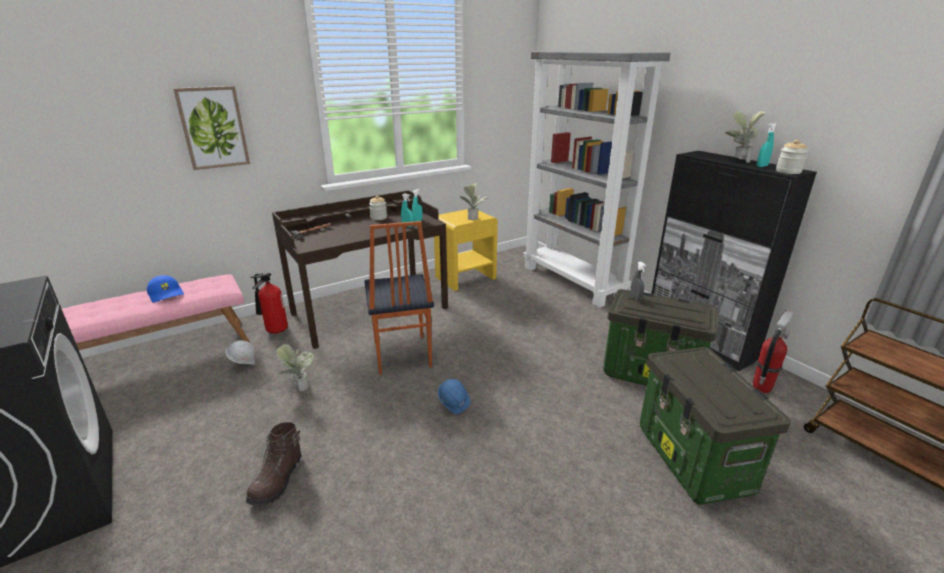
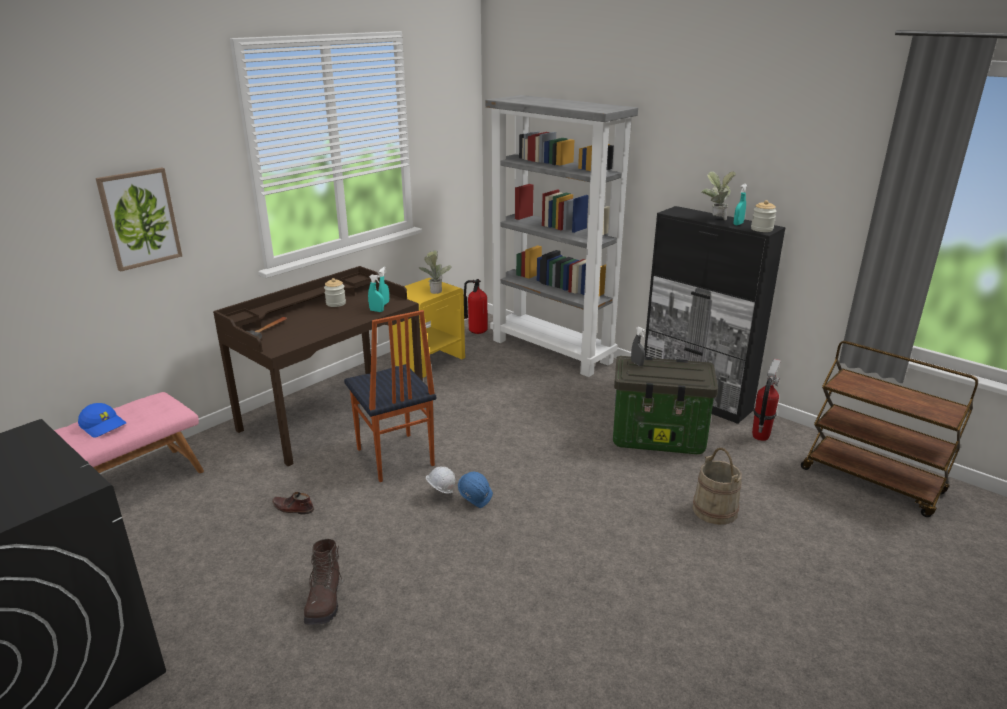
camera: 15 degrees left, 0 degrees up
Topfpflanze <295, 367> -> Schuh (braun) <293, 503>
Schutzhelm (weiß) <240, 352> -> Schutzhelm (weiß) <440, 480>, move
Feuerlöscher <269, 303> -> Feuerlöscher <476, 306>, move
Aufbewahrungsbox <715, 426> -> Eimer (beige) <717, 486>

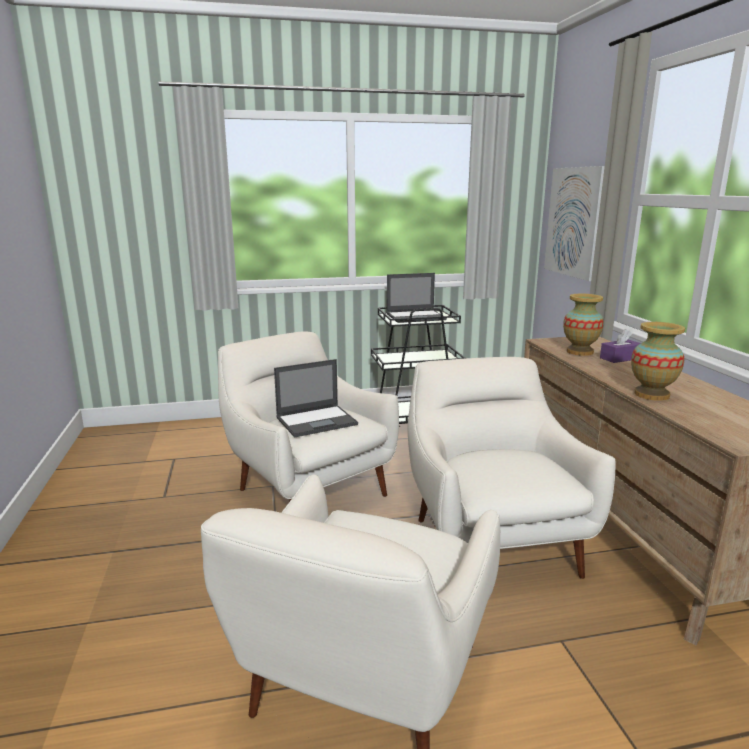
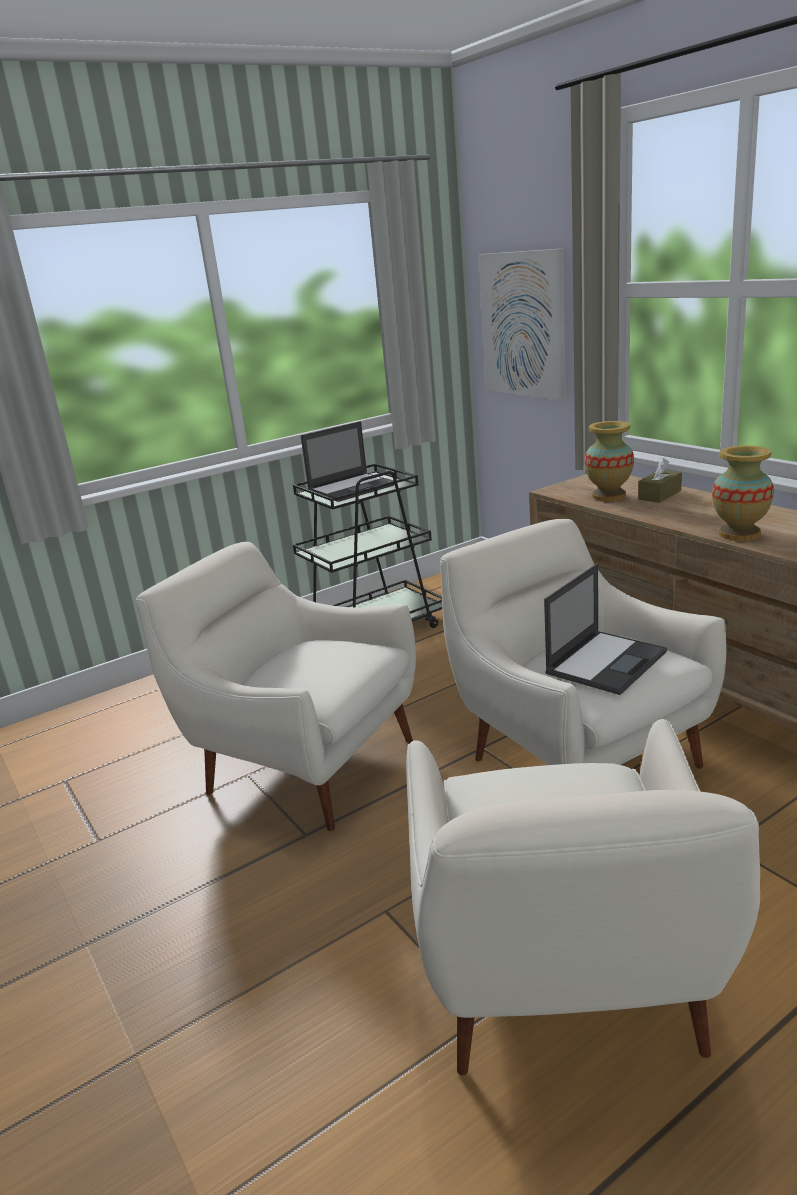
camera: 20 degrees left, 5 degrees up
Laptop <316, 398> -> Laptop <605, 629>, move
Taschentuchbox (lila) <620, 346> -> Taschentuchbox (braun) <660, 480>

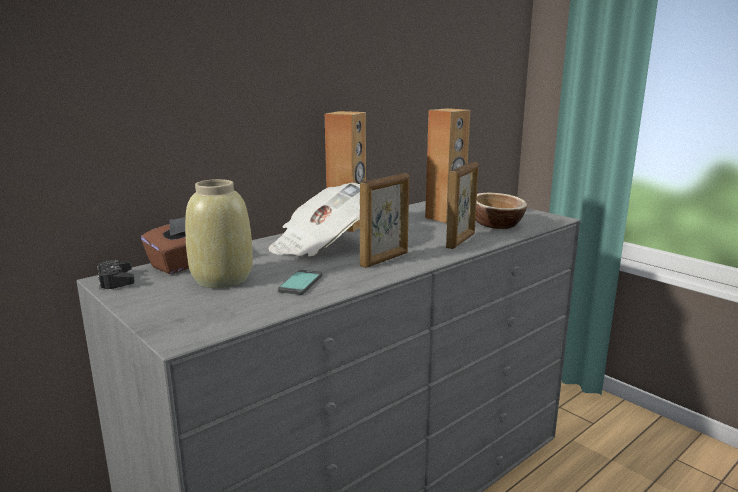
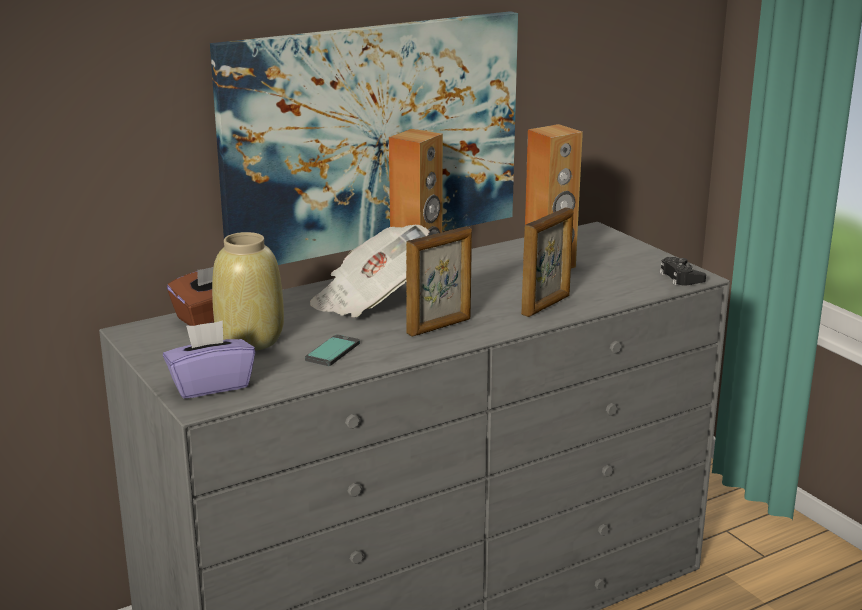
camera: 10 degrees right, 5 degrees up
none -> Taschentuchbox (lila) <209, 359>
none -> Bild <364, 138>
Gamepad (schwarz) <116, 274> -> Gamepad (schwarz) <683, 271>, move
Schüssel <501, 211> -> none

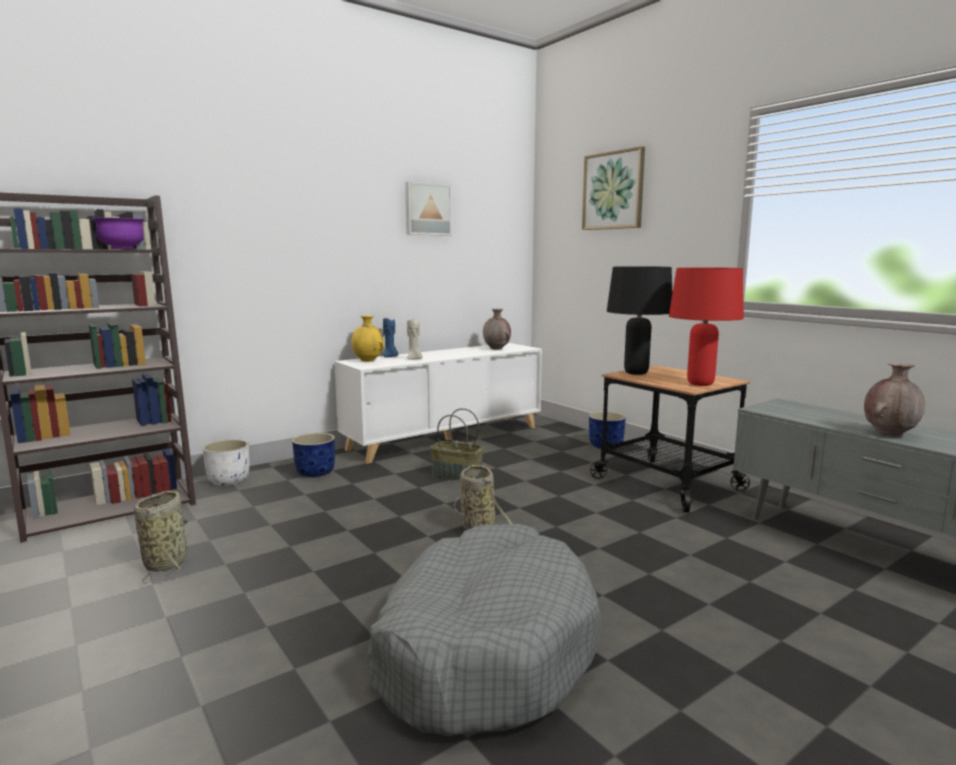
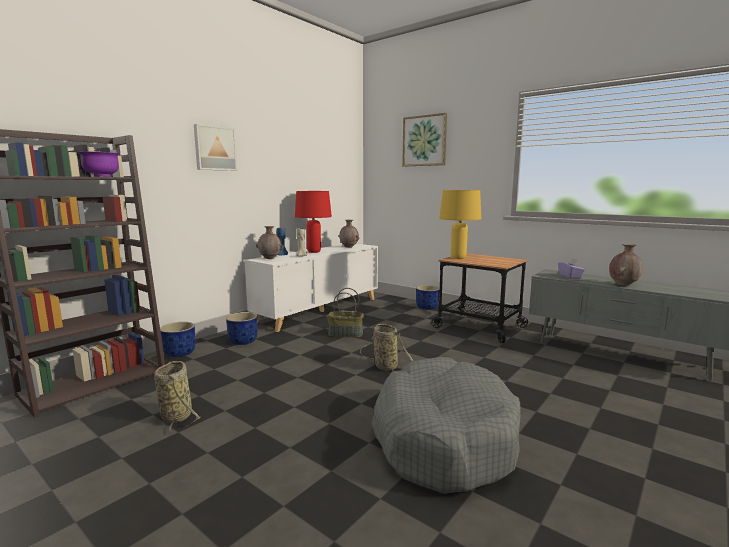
camera: 15 degrees left, 0 degrees up
Pflanzkübel (weiß) <226, 462> -> Pflanzkübel (blau) <177, 339>
Bild <428, 209> -> Bild <215, 147>, move
Vase (gelb) <368, 338> -> Vase (braun) <269, 242>
Tischlampe (rot) <706, 326> -> Tischlampe (rot) <313, 222>, move
Tischlampe (schwarz) <639, 320> -> Tischlampe (gelb) <460, 224>
none -> Taschentuchbox (lila) <571, 268>

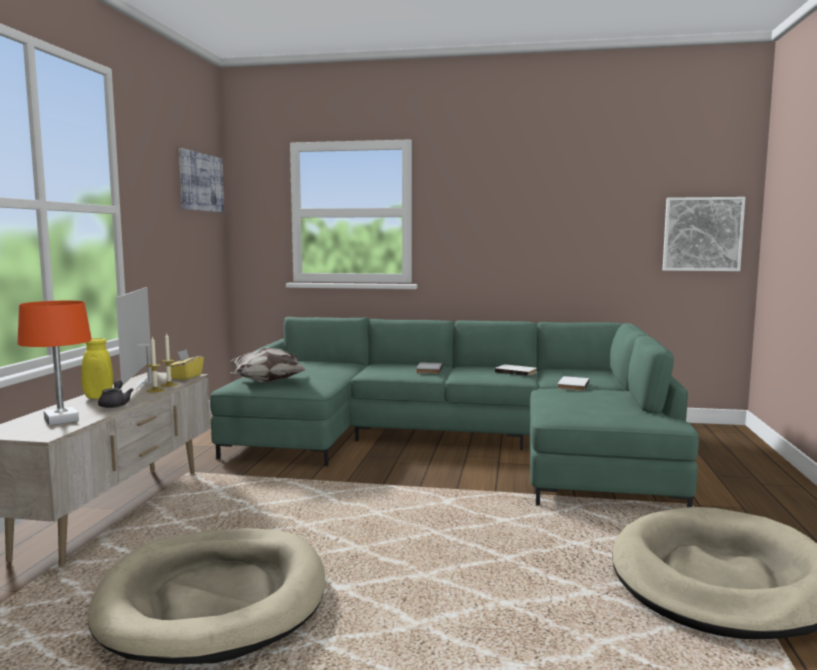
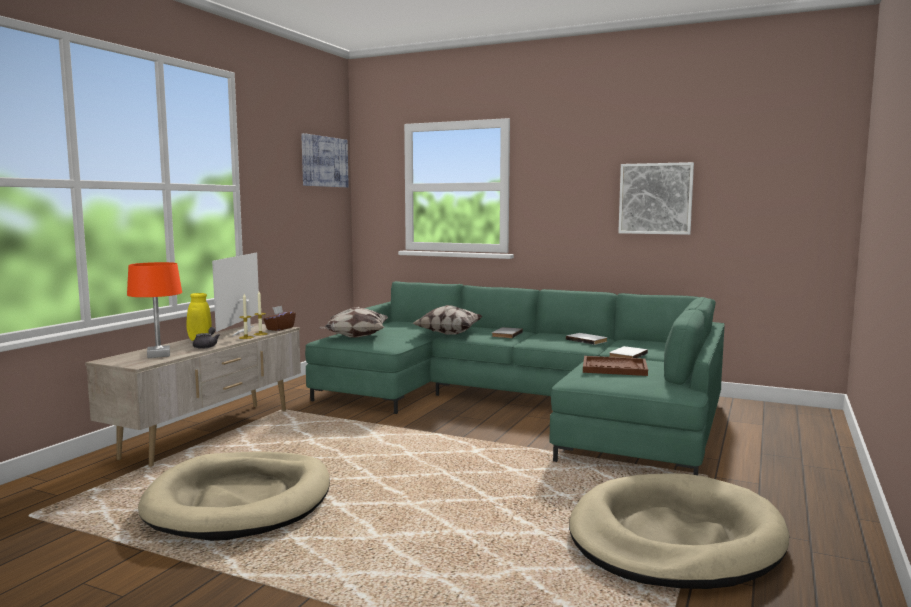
camera: 15 degrees right, 0 degrees up
Taschentuchbox (gelb) <187, 364> -> Taschentuchbox (braun) <279, 318>
none -> Kissen <447, 320>
none -> Tablett (braun) <615, 366>
Bild <704, 234> -> Bild <656, 198>, move

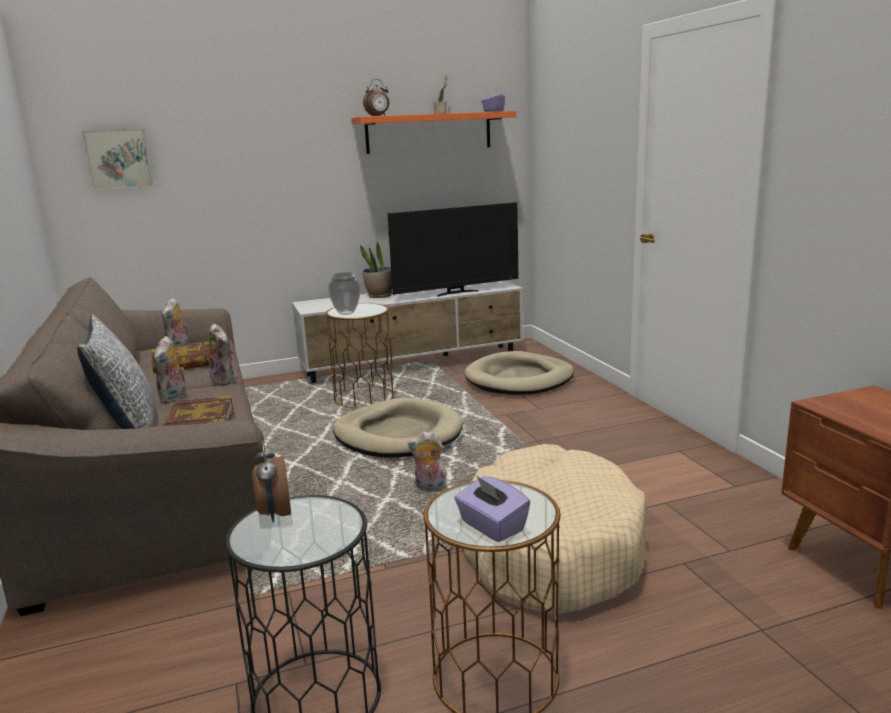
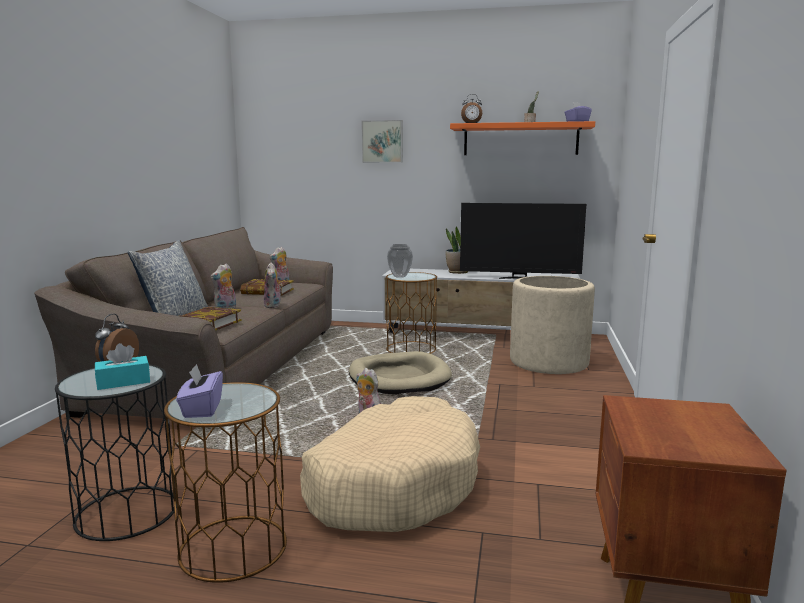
camera: 30 degrees right, 5 degrees down
none -> Taschentuchbox (türkis) <122, 366>
Bild <117, 159> -> Bild <382, 141>, move
Hundebett (beige) <519, 373> -> Pflanzkübel (beige) <552, 325>

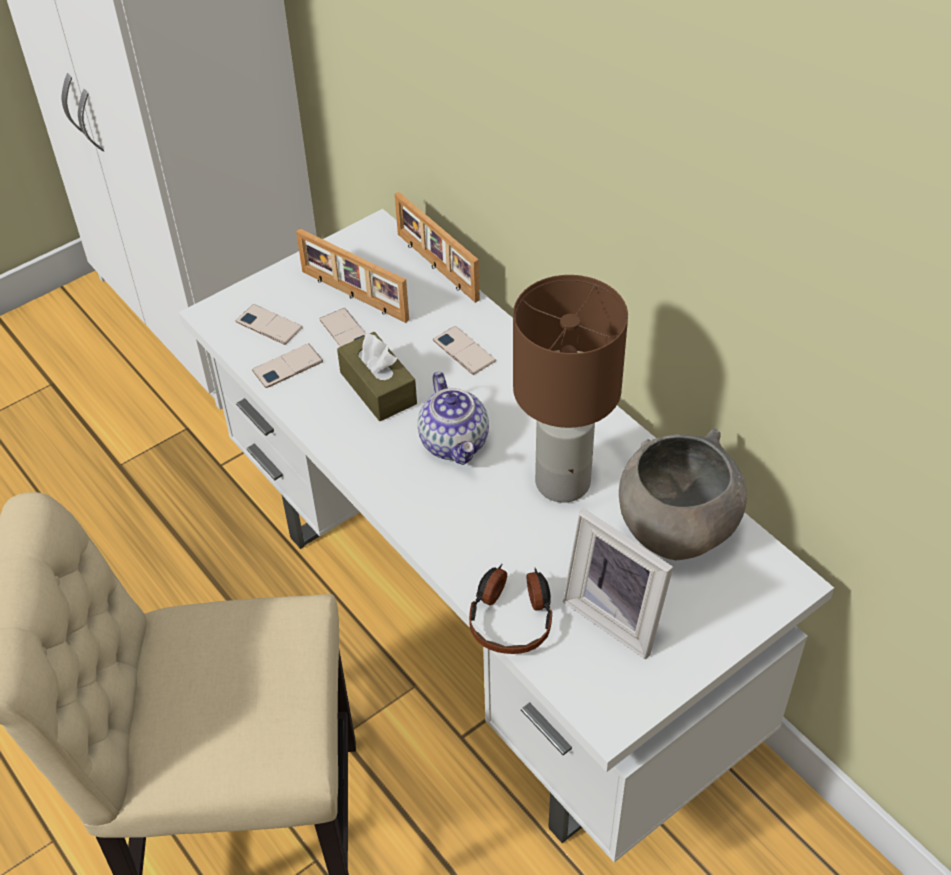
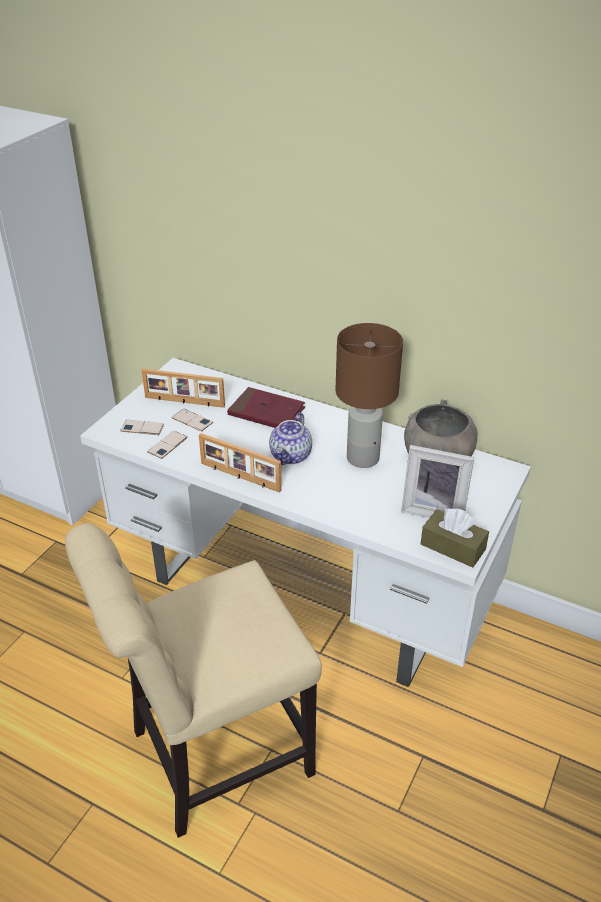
camera: 25 degrees left, 10 degrees down
Bilderrahmen <437, 247> -> Bilderrahmen <240, 463>, move
Handy <464, 350> -> Buch (rot) <266, 407>
Teekanne <453, 418> -> Teekanne <290, 439>, 60 degrees clockwise
Taschentuchbox (braun) <377, 376> -> Taschentuchbox (braun) <455, 538>, move
Kopfhörer <510, 609> -> none

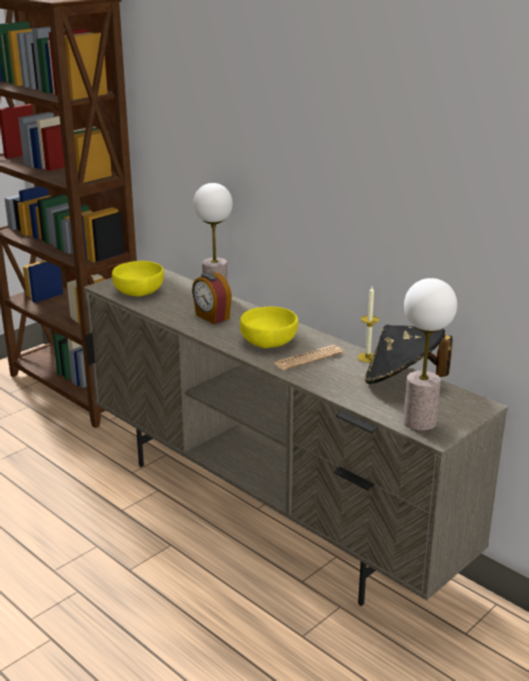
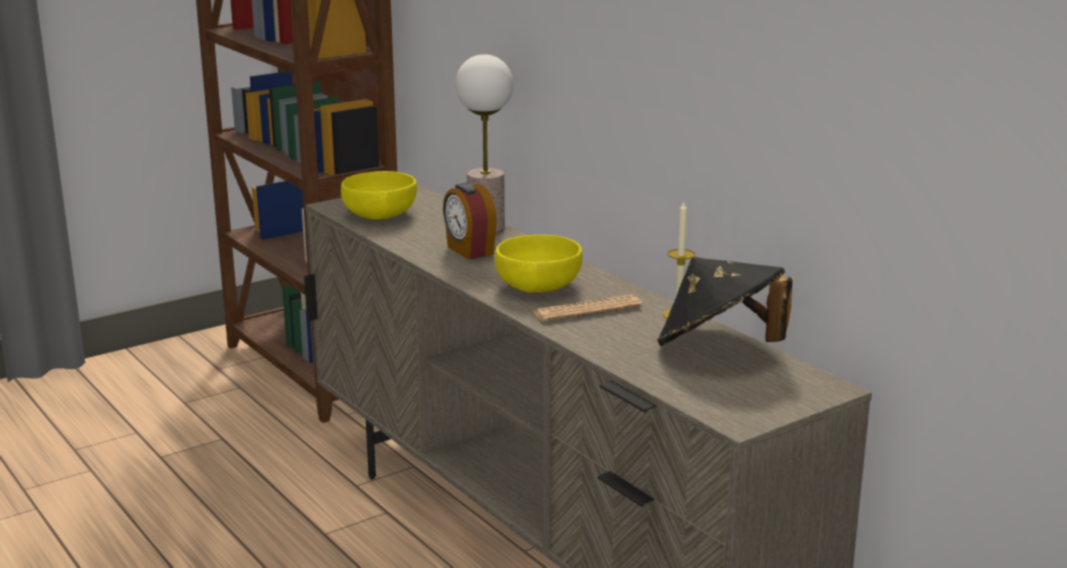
camera: 10 degrees right, 5 degrees down
Tischlampe <430, 354> -> none

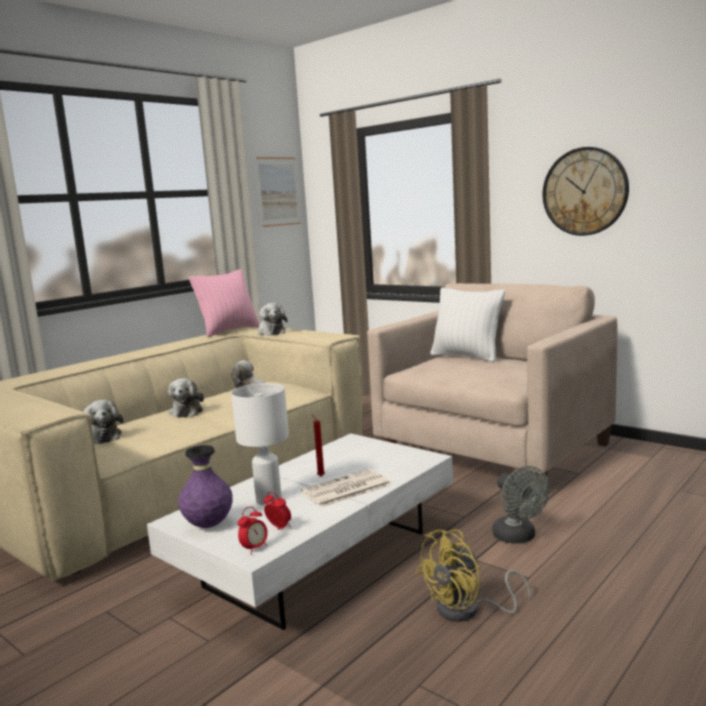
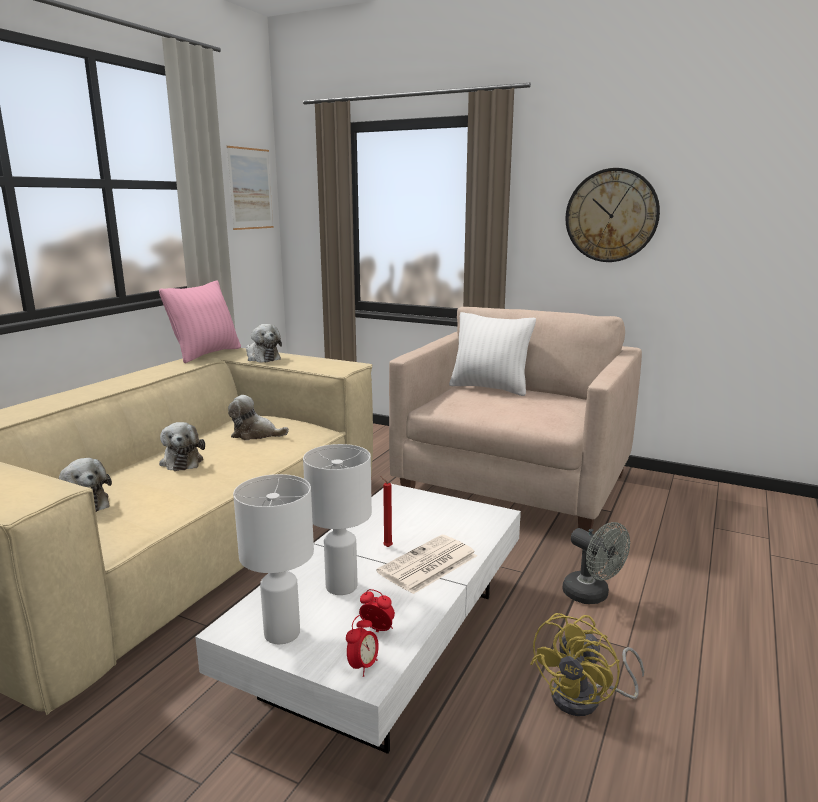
camera: 15 degrees left, 5 degrees up
Vase (lila) <205, 486> -> Tischlampe (weiß) <273, 559>

